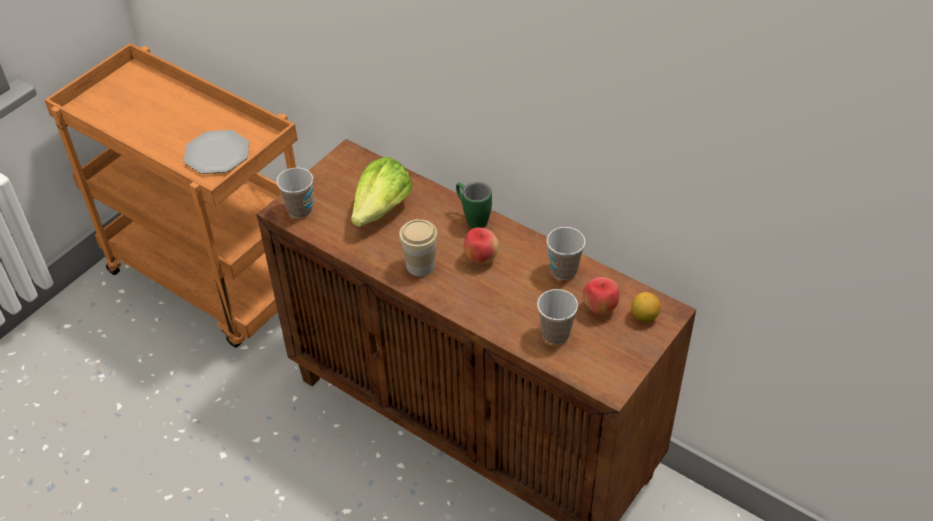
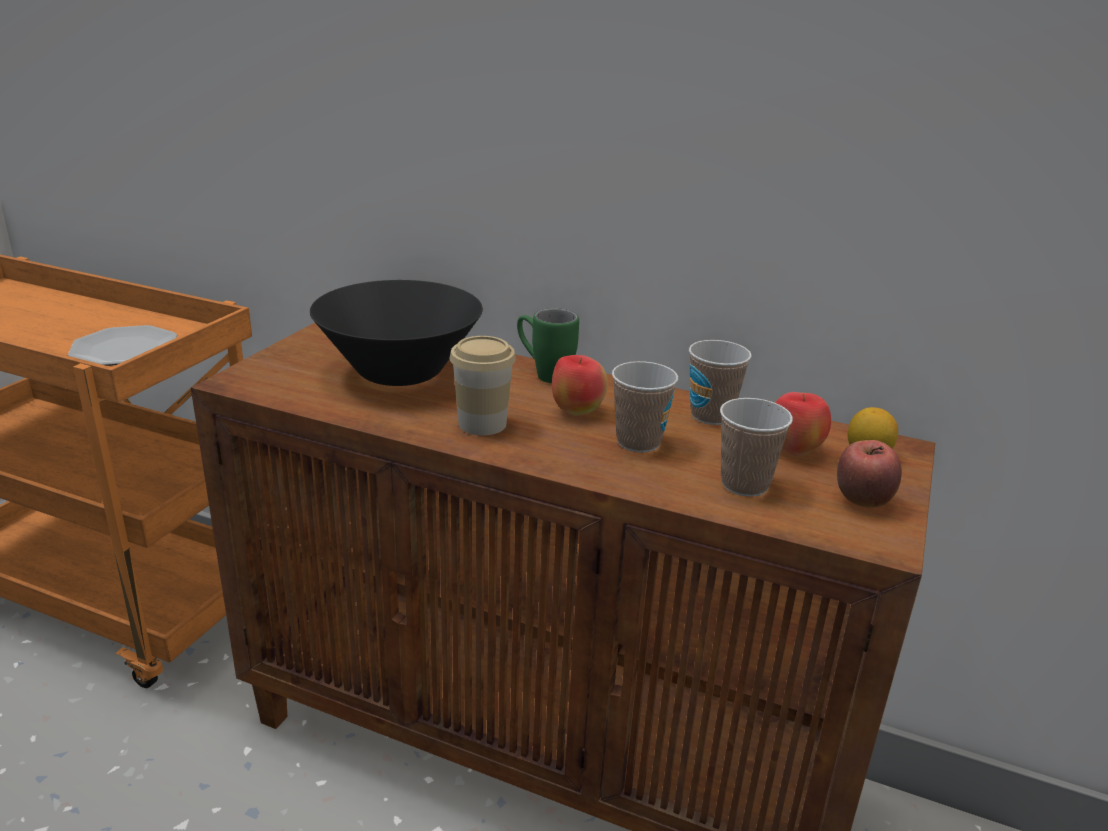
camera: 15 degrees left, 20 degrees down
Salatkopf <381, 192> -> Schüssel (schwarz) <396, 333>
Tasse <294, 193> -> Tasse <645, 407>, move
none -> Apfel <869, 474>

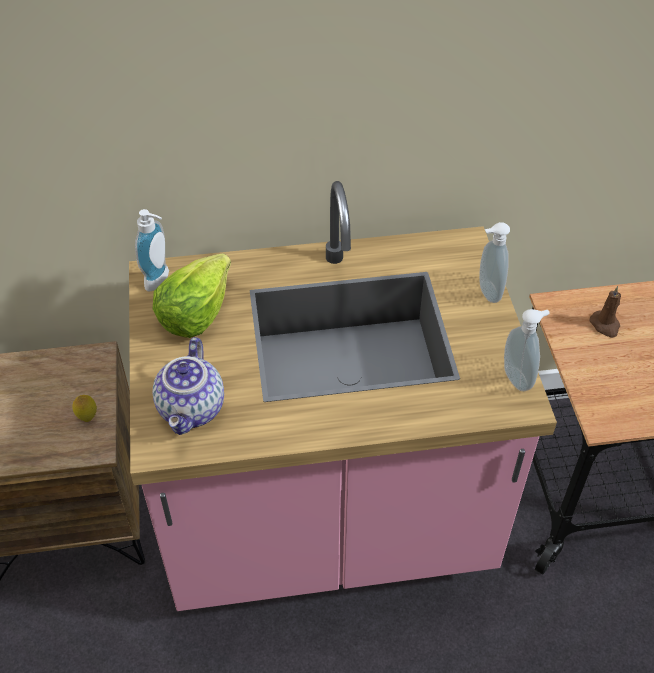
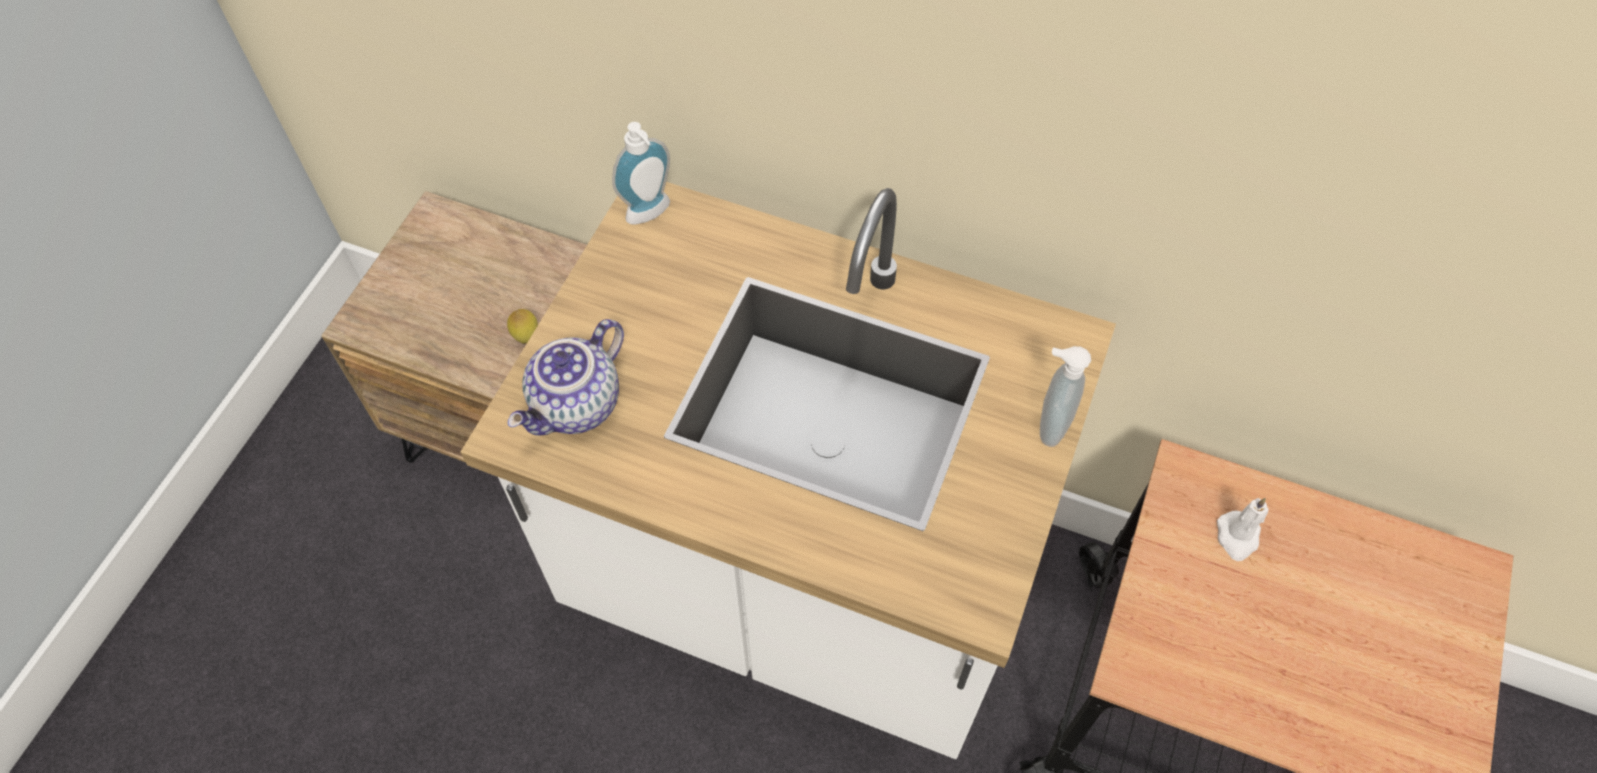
camera: 30 degrees right, 10 degrees up
Küchenzeile (rosa) <343, 396> -> Küchenzeile (weiß) <788, 470>
Kerze (braun) <605, 312> -> Kerze (weiß) <1242, 529>
Salatkopf <192, 295> -> none
Seifenspender <527, 350> -> none

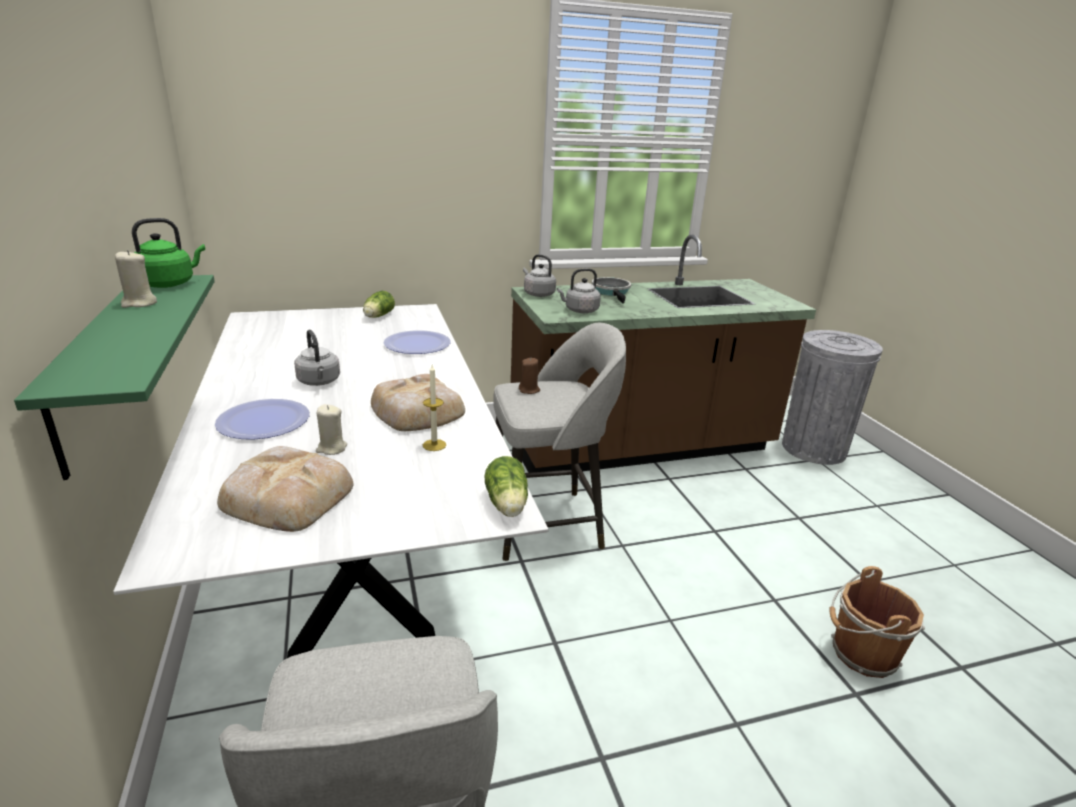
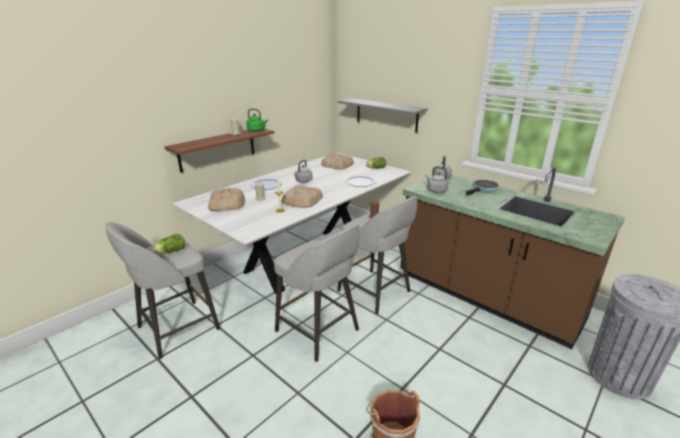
camera: 60 degrees right, 0 degrees up
Salatkopf <506, 486> -> Salatkopf <169, 244>, move
Wandregal (grün) <114, 377> -> Wandregal (braun) <219, 151>
none -> Hocker (grau) <316, 293>
none -> Brot <337, 161>
none -> Wandregal (grau) <383, 115>

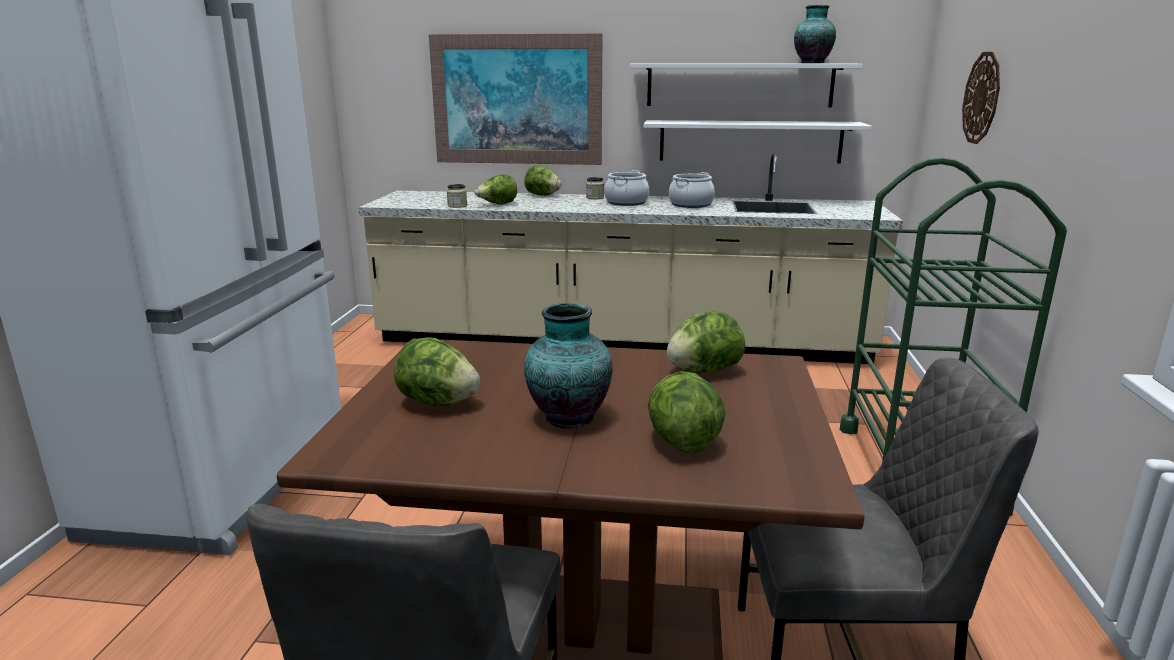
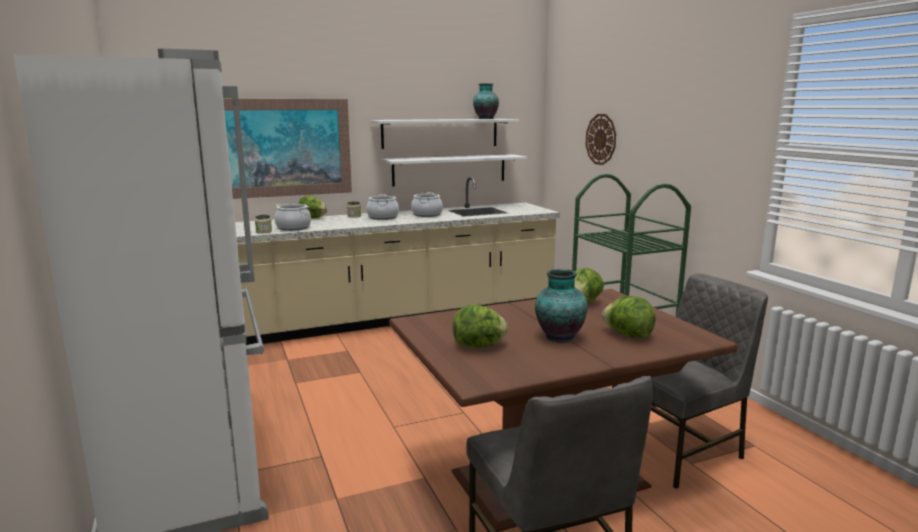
camera: 30 degrees left, 5 degrees down
Salatkopf <495, 189> -> Kochtopf <293, 217>

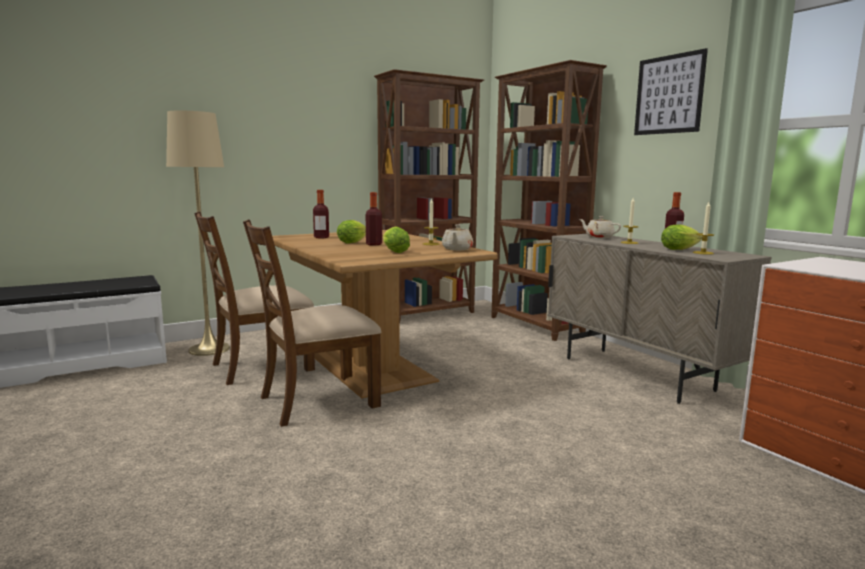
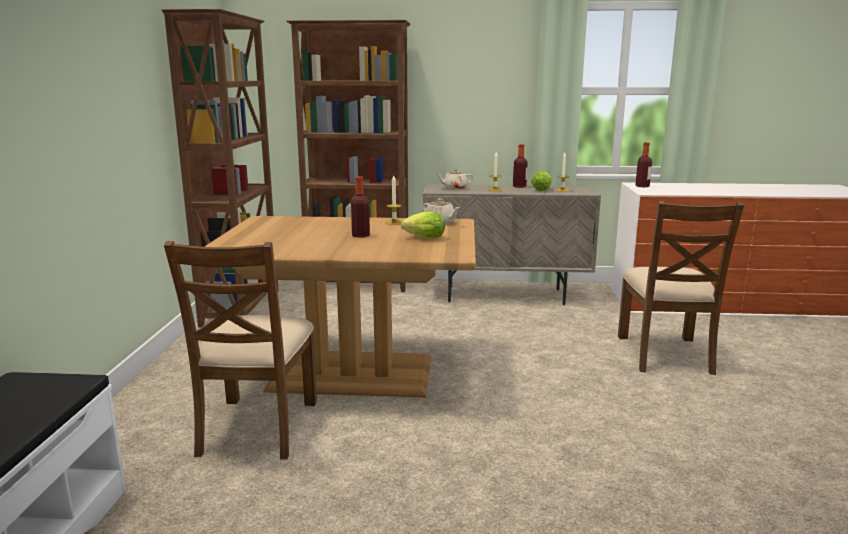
camera: 55 degrees left, 5 degrees up
Stuhl (braun) <312, 323> -> Stuhl (braun) <681, 288>, move
Flasche <321, 214> -> Flasche <643, 164>, move
Stehlampe (beige) <198, 233> -> none
Salatkopf <351, 231> -> none
Bild <671, 91> -> none

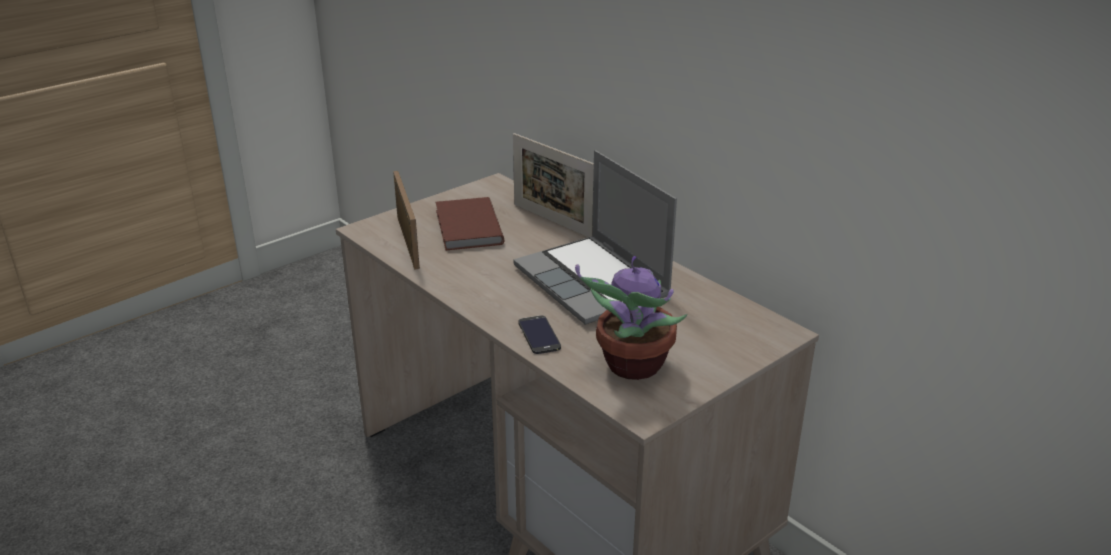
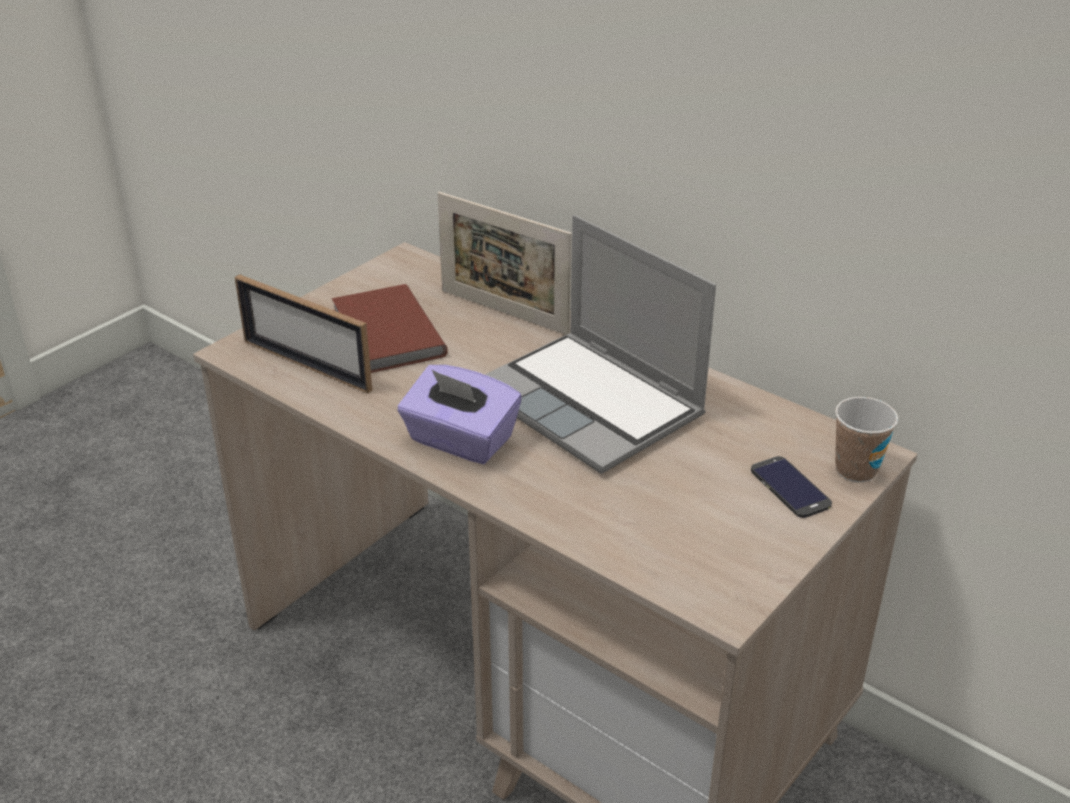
camera: 10 degrees left, 5 degrees up
Bilderrahmen <406, 220> -> Bilderrahmen <303, 333>, 150 degrees clockwise
none -> Taschentuchbox (lila) <459, 414>
Handy <539, 334> -> Handy <791, 487>, move
none -> Tasse <866, 439>
Topfpflanze <631, 318> -> none

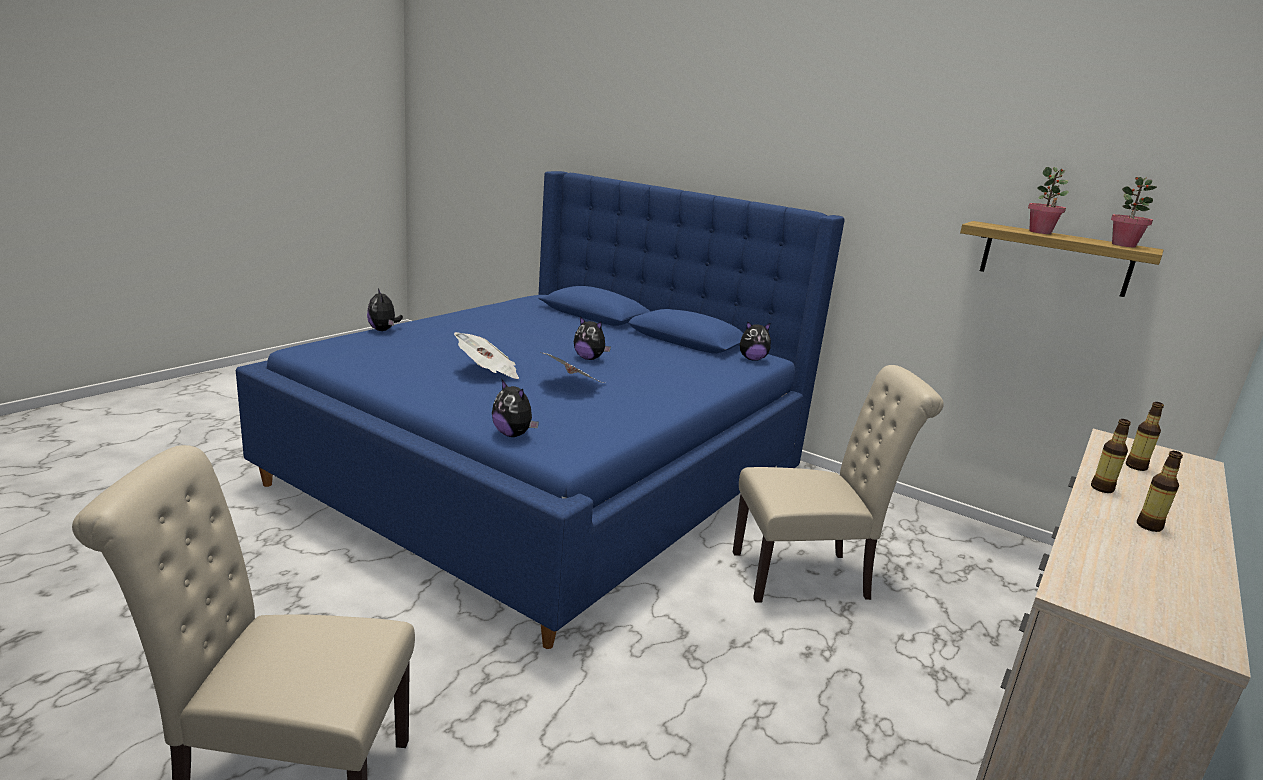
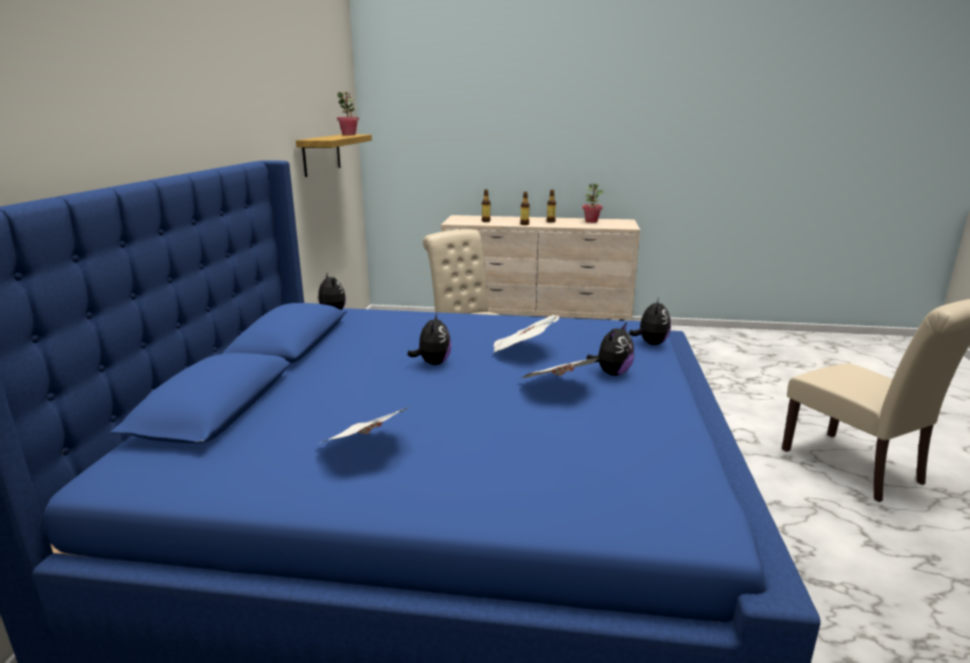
camera: 115 degrees left, 0 degrees up
none -> Zeitung <365, 425>
Topfpflanze <1048, 200> -> Topfpflanze <592, 203>, move
Plüschtier <385, 310> -> Plüschtier <610, 349>, move

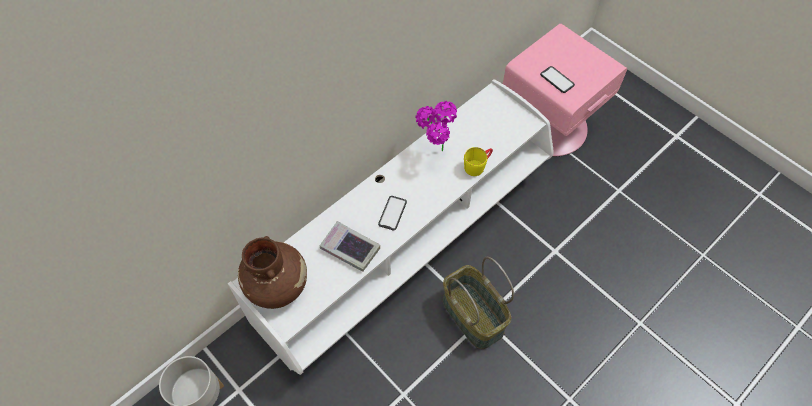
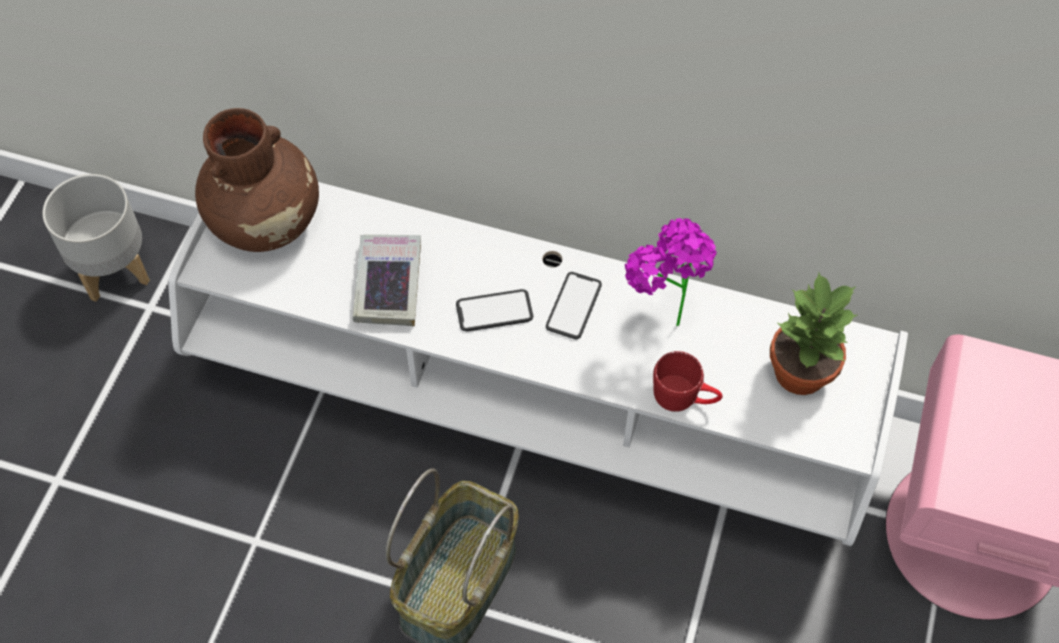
camera: 60 degrees right, 0 degrees up
Handy <557, 79> -> Handy <574, 305>, move
Henkelbecher (gelb) <478, 161> -> Henkelbecher (rot) <688, 381>
none -> Topfpflanze <814, 334>

